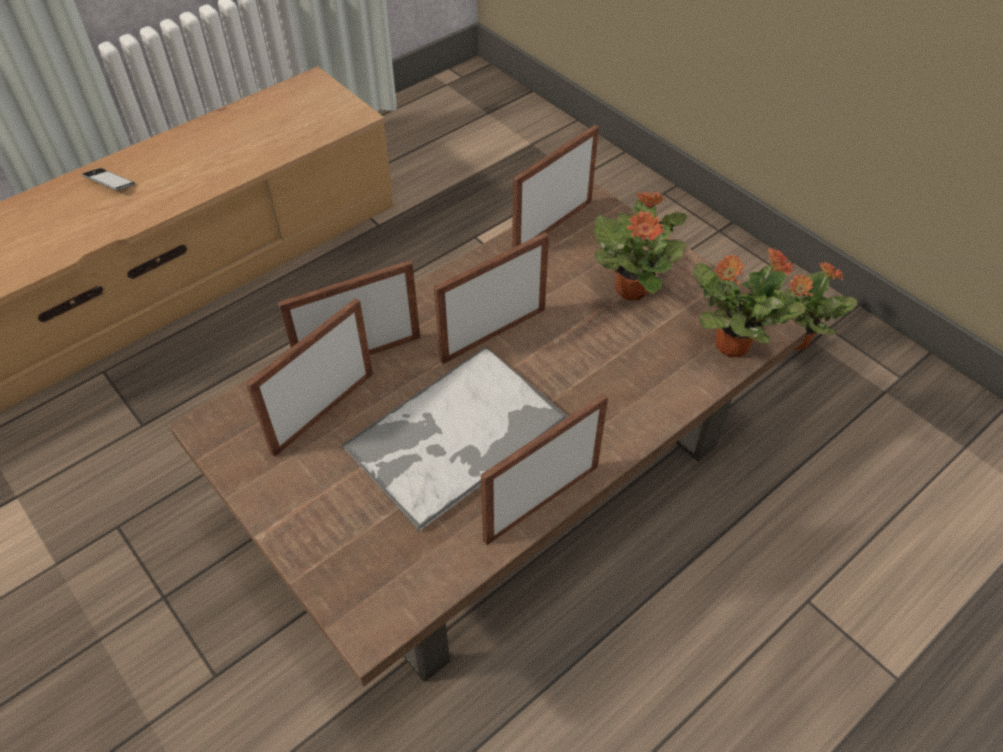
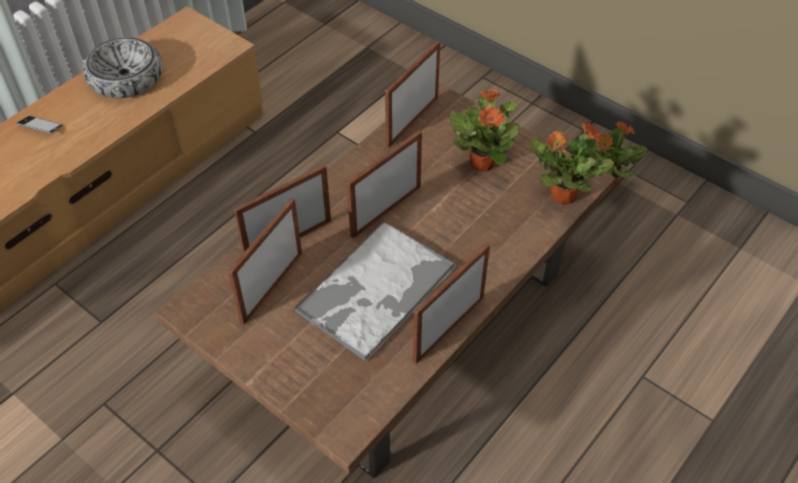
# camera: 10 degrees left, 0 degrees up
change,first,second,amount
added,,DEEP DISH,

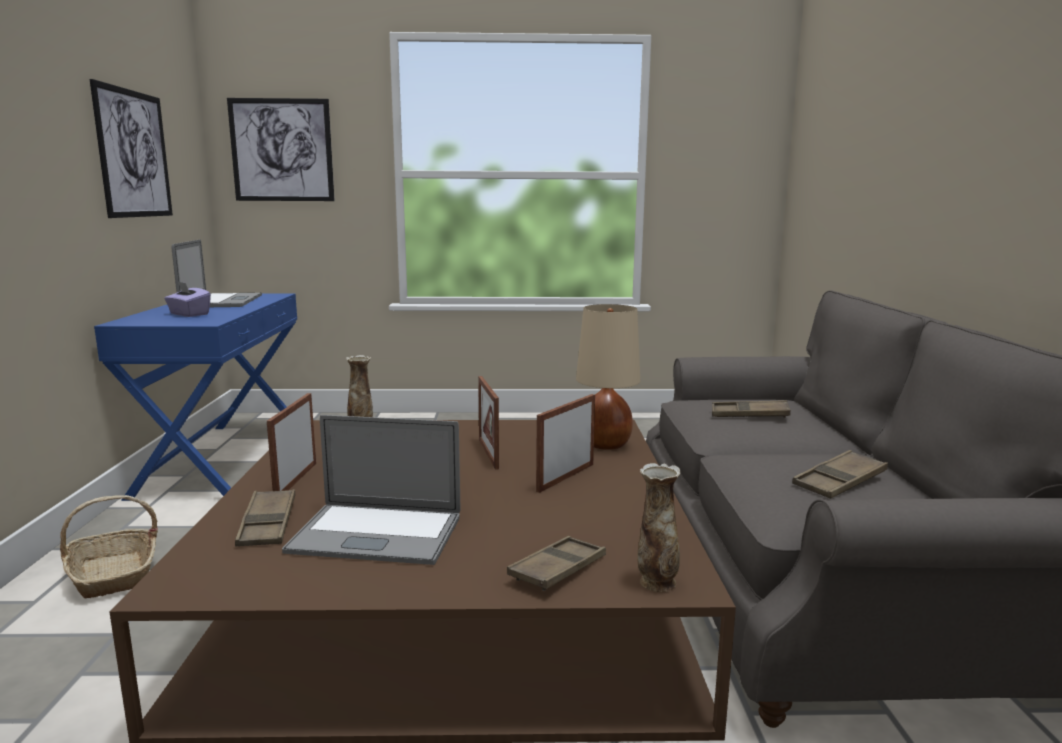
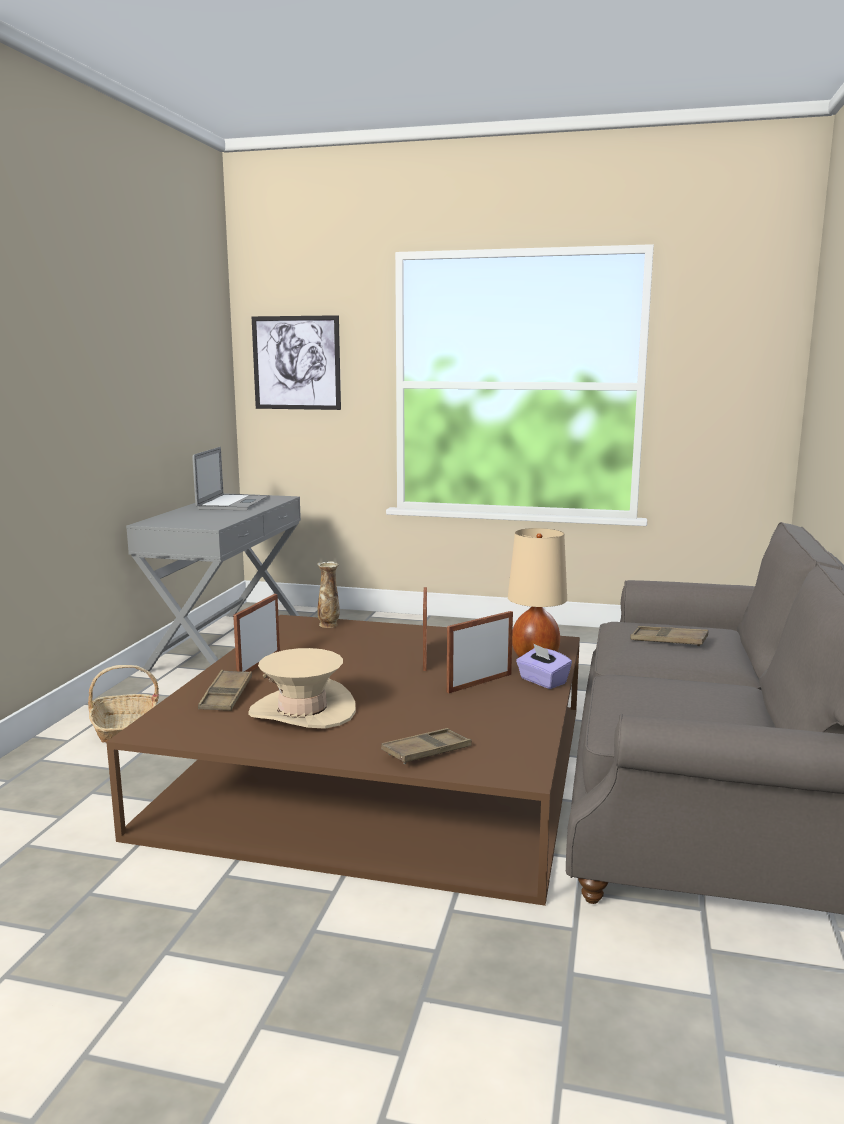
# camera: 15 degrees right, 0 degrees up
change,first,second,amount
removed,WALL ART (1st from left),,
removed,DECORATIVE VASE (2nd from left),,
removed,BROWN SERVING TRAY (4th from left),,
moved,PURPLE-COLOURED TISSUE HOLDER,,
replaced,PORTABLE COMPUTER (2nd from left),SAND-COLOURED HAT,
recoloured,BLUE CONSOLE TABLE,GRAY CONSOLE TABLE,

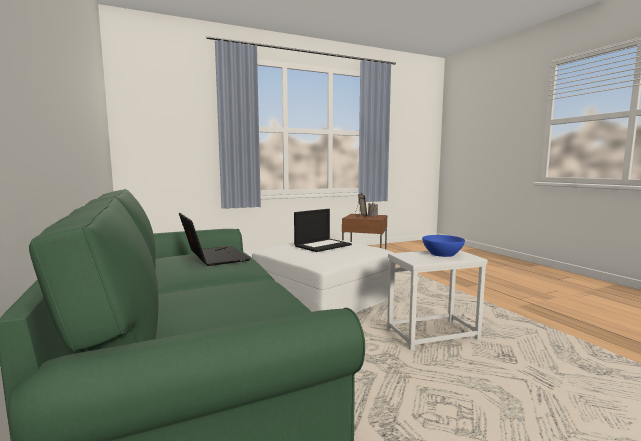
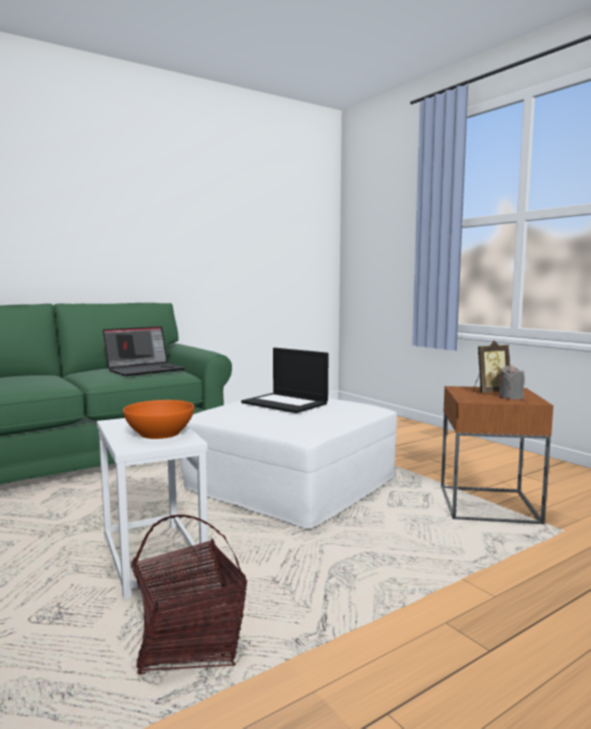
# camera: 80 degrees right, 0 degrees up
change,first,second,amount
added,,STORAGE BASKET,
recoloured,BLUE DEEP DISH,ORANGEY DEEP DISH,

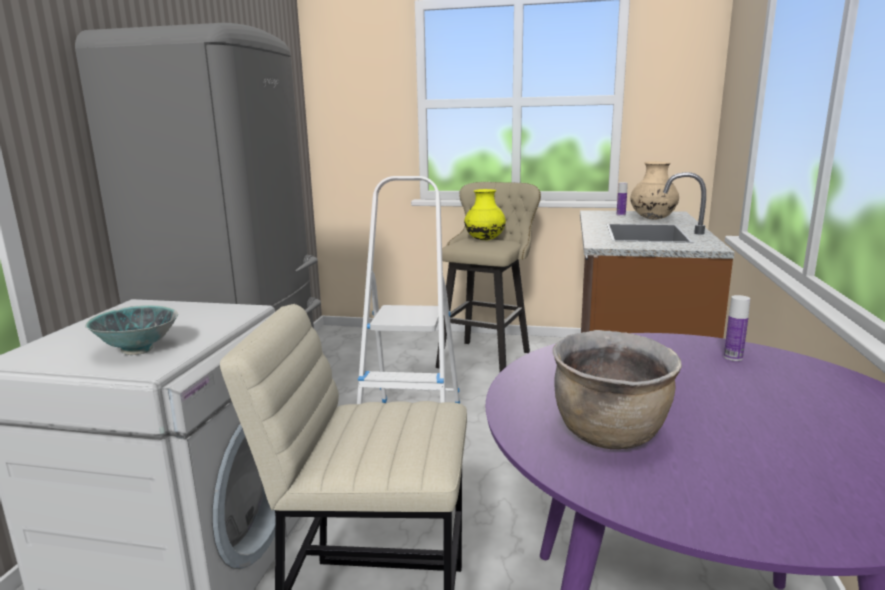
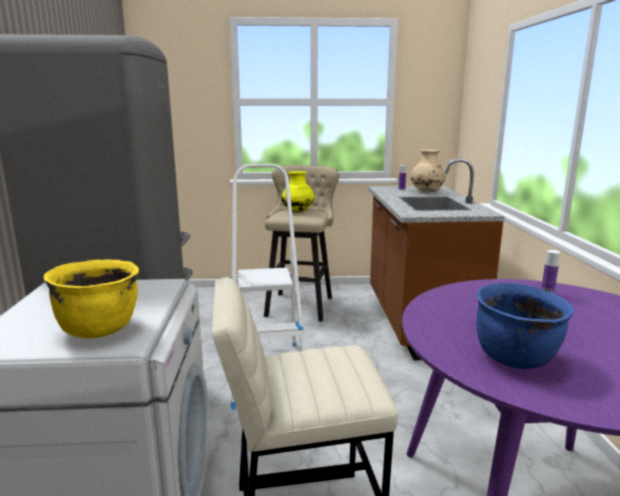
# camera: 15 degrees left, 0 degrees up
change,first,second,amount
replaced,DEEP DISH,YELLOW COOKING POT,
recoloured,BROWN COOKING POT,BLUE COOKING POT,

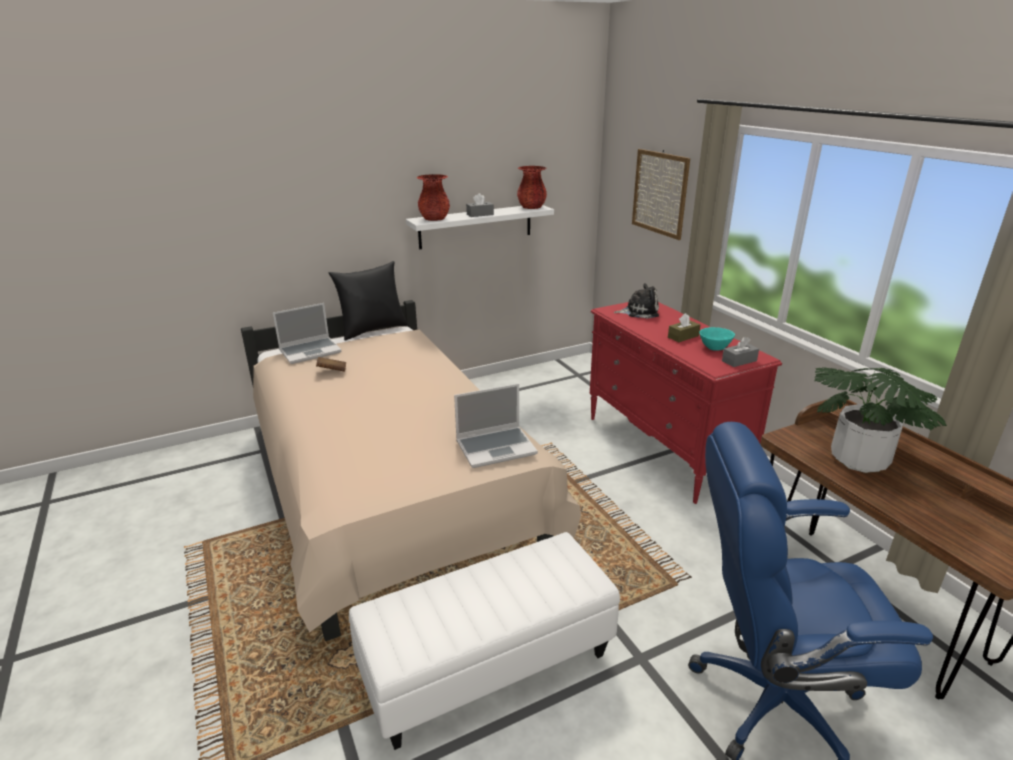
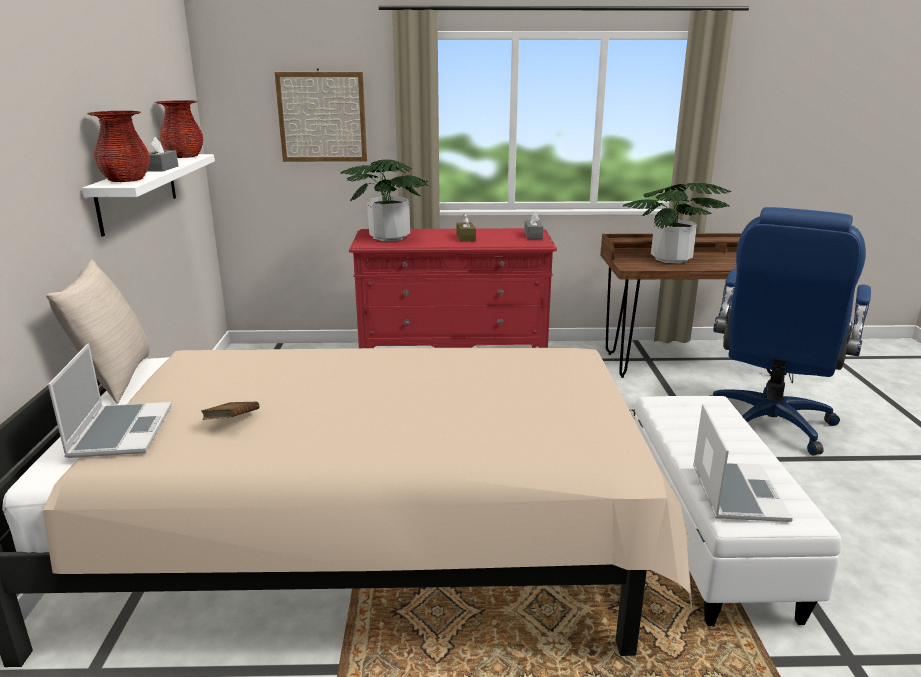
# camera: 65 degrees left, 5 degrees down
change,first,second,amount
removed,TURQUOISE DEEP DISH,,
moved,PORTABLE COMPUTER (2nd from left),,
replaced,PLUSH TOY,HOUSEPLANT (1st from left),
recoloured,BLACK PILLOW,SAND-COLOURED PILLOW,

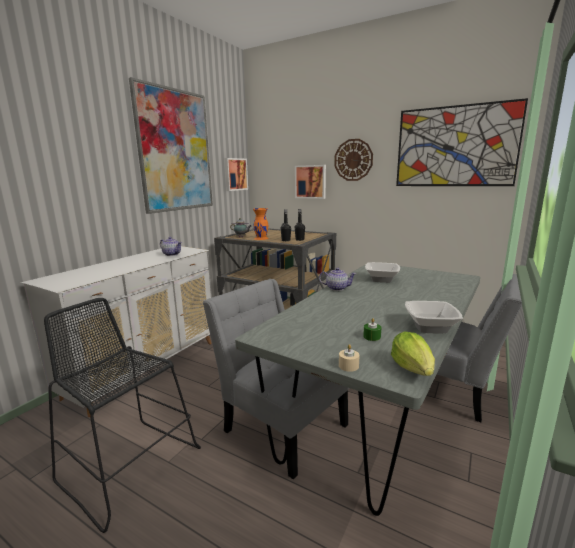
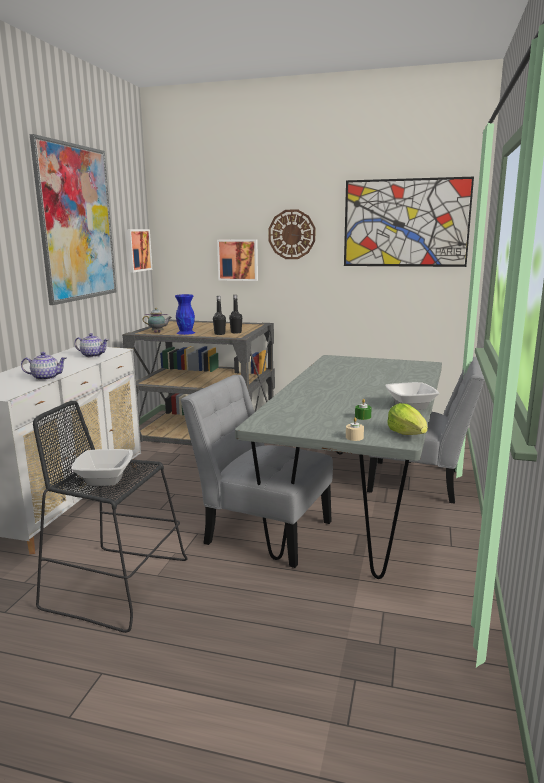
# camera: 15 degrees left, 0 degrees up
change,first,second,amount
moved,TEAPOT (3rd from left in the first image),TEAPOT (1st from left),
moved,DEEP DISH (1st from left),,
recoloured,ORANGEY DECORATIVE VASE,BLUE DECORATIVE VASE,

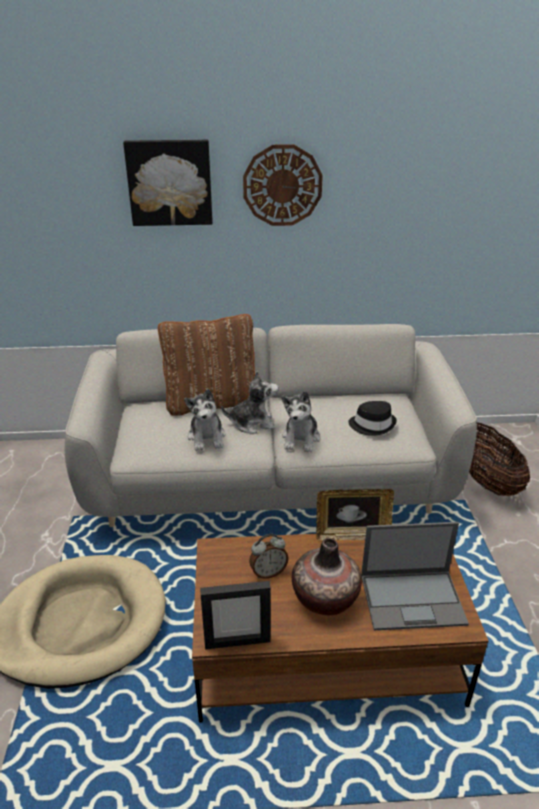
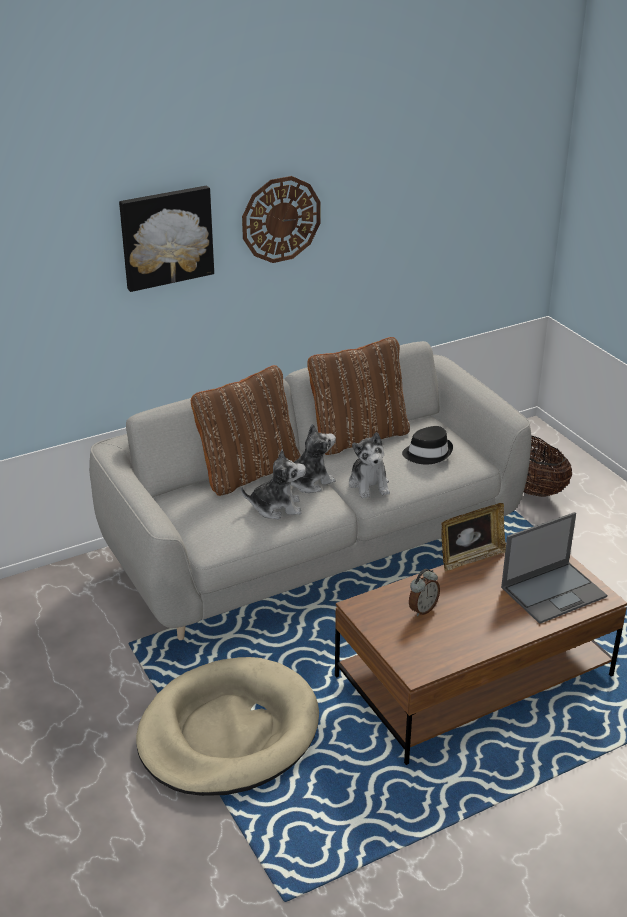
# camera: 25 degrees left, 0 degrees up
change,first,second,amount
removed,PICTURE FRAME (1st from left),,
removed,DECORATIVE VASE,,
added,,BROWN PILLOW (2nd from left),
turned,PLUSH TOY (1st from left),,60 degrees counterclockwise

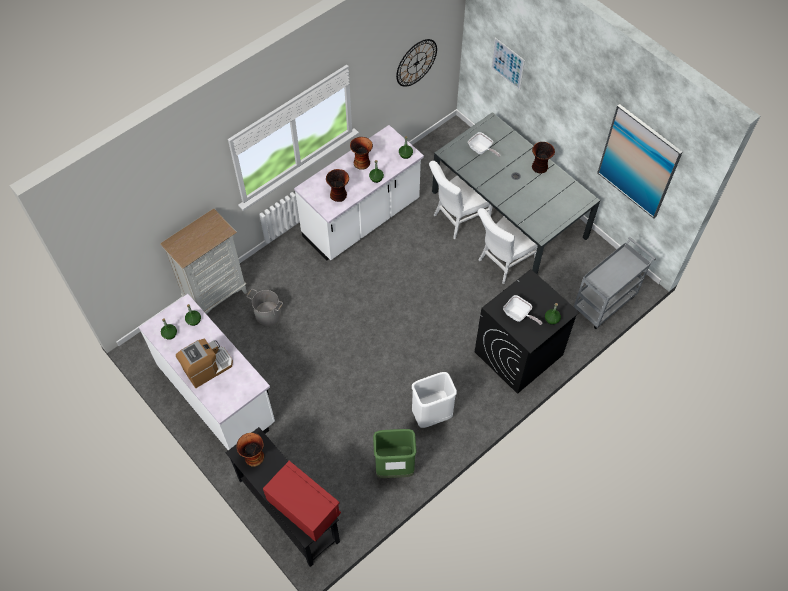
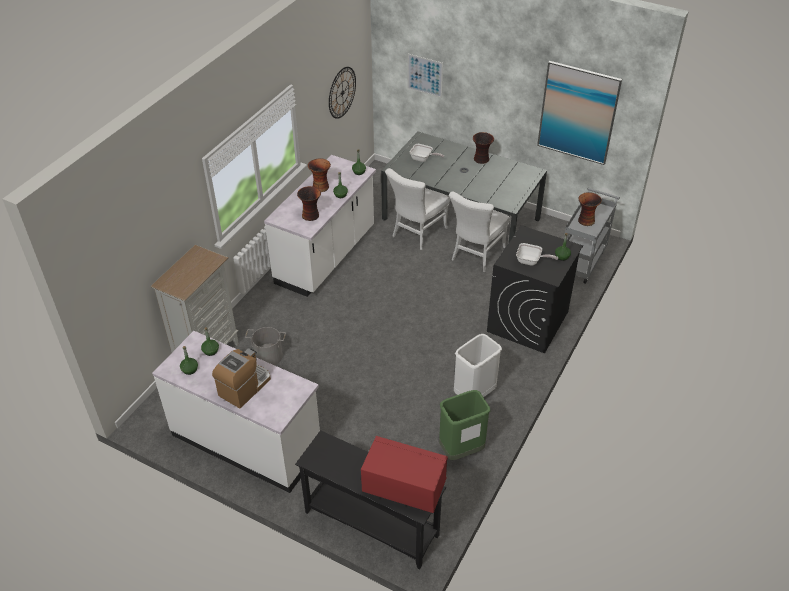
# camera: 20 degrees left, 15 degrees down
change,first,second,amount
moved,DECORATIVE VASE (1st from left in the first image),DECORATIVE VASE (4th from left),

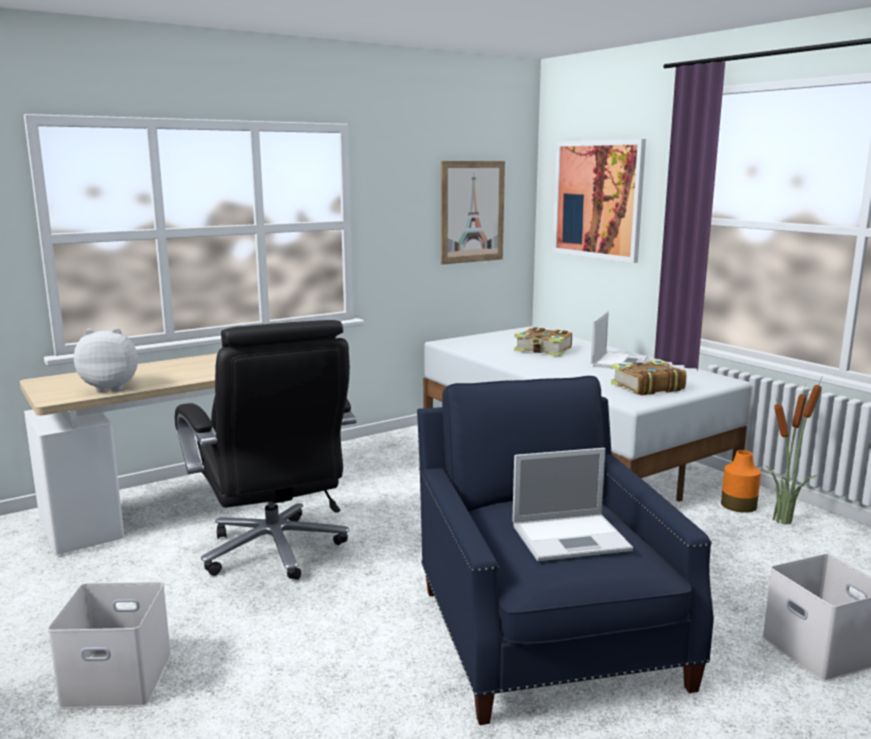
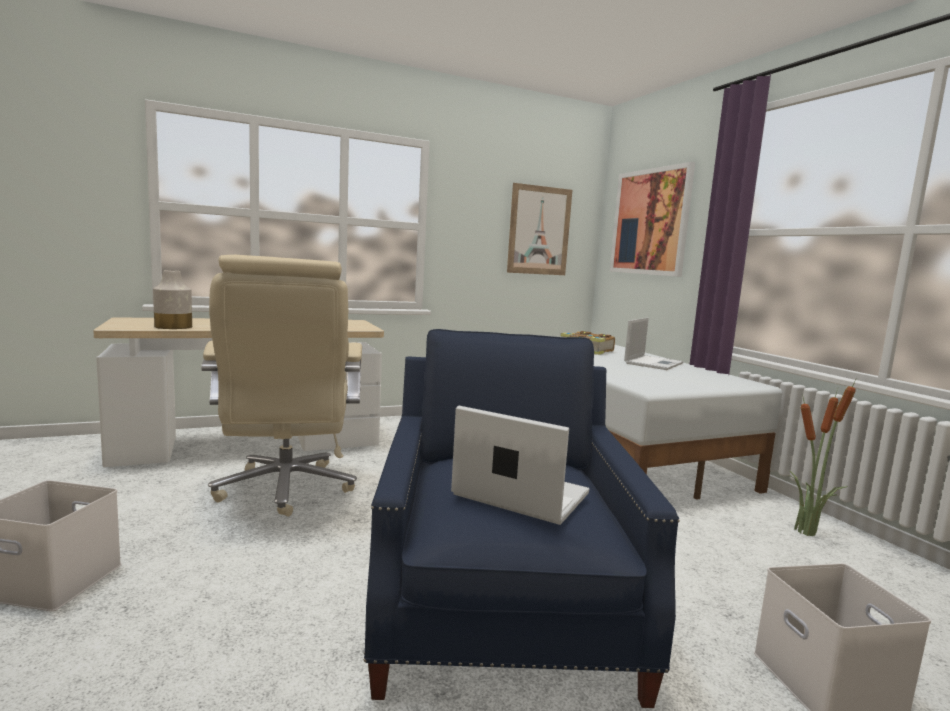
# camera: 10 degrees right, 5 degrees down
change,first,second,amount
removed,BOOK (2nd from left),,
removed,ORANGEY DECORATIVE VASE,,
replaced,PLUSH TOY,SAND-COLOURED DECORATIVE VASE,
recoloured,BLACK DESK CHAIR,SAND-COLOURED DESK CHAIR,
turned,PORTABLE COMPUTER (1st from left),,150 degrees counterclockwise

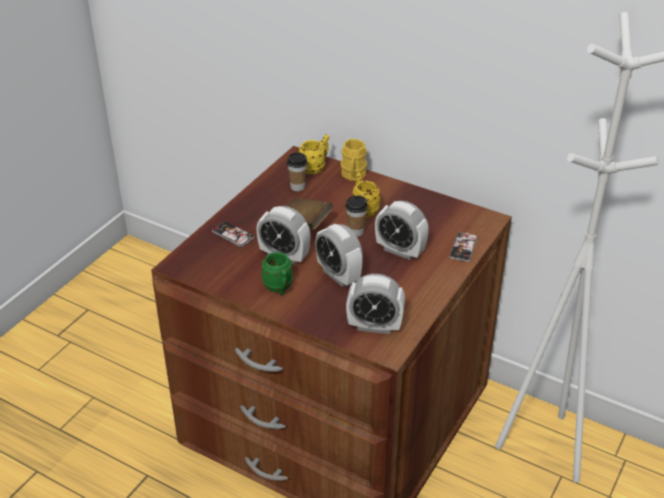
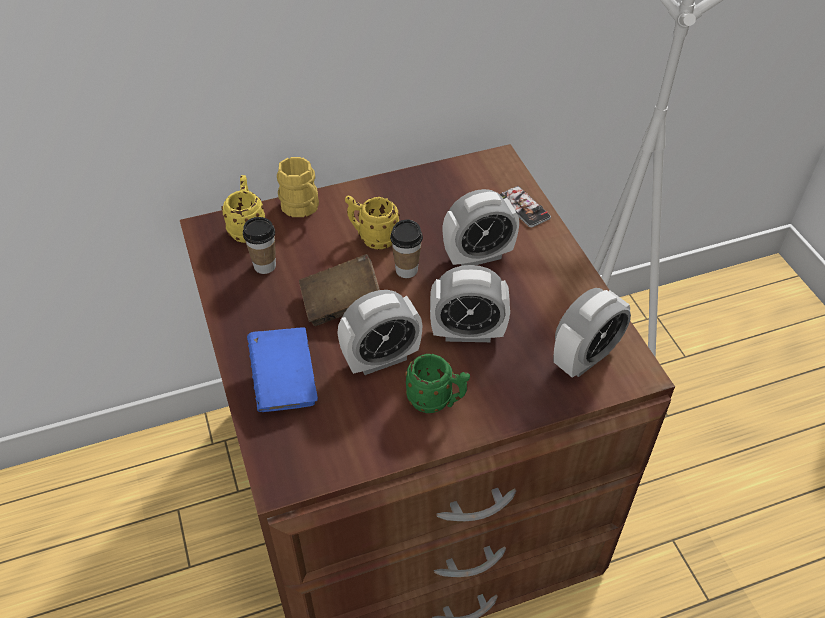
# camera: 50 degrees left, 10 degrees up
change,first,second,amount
replaced,PHONE (1st from left),BLUE BOOK,

